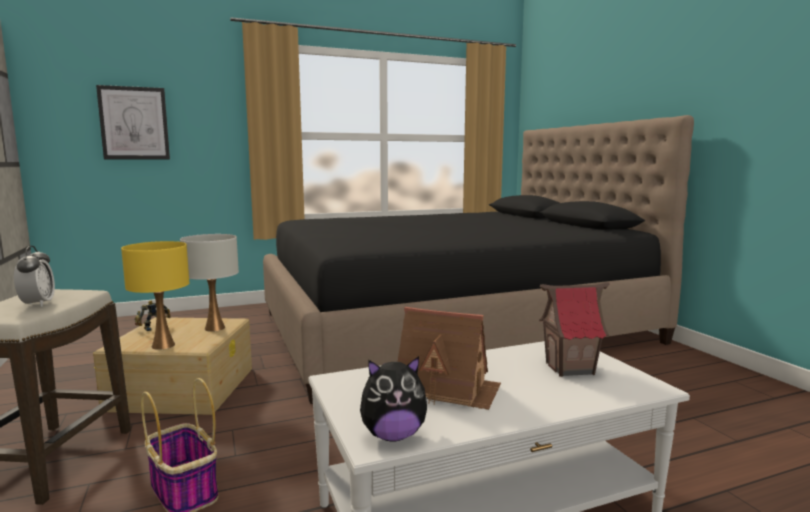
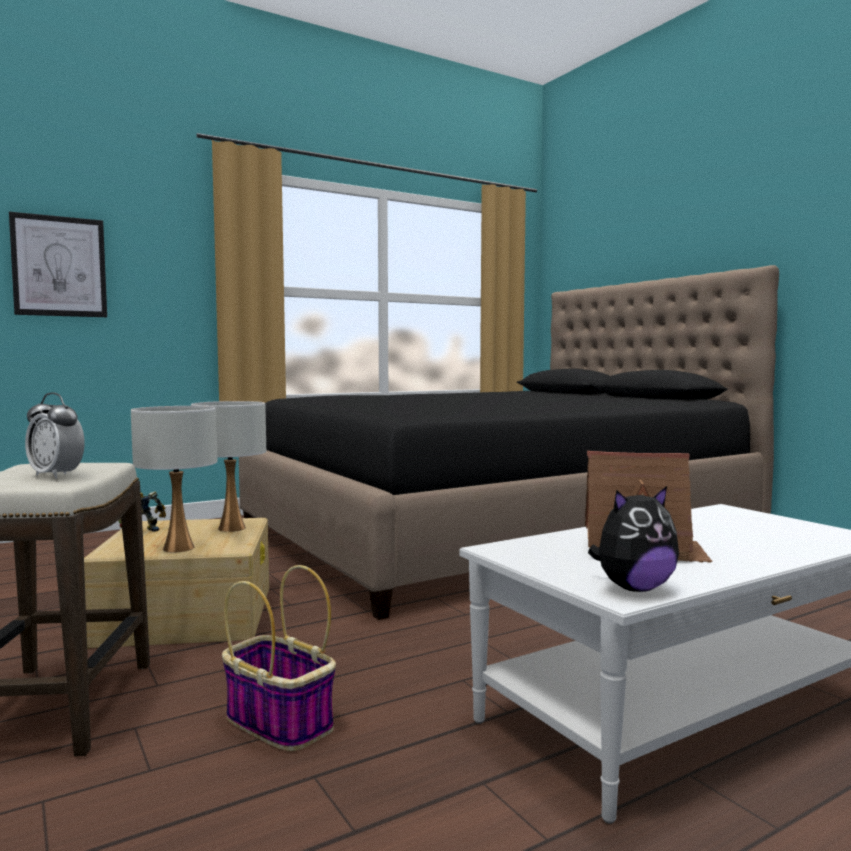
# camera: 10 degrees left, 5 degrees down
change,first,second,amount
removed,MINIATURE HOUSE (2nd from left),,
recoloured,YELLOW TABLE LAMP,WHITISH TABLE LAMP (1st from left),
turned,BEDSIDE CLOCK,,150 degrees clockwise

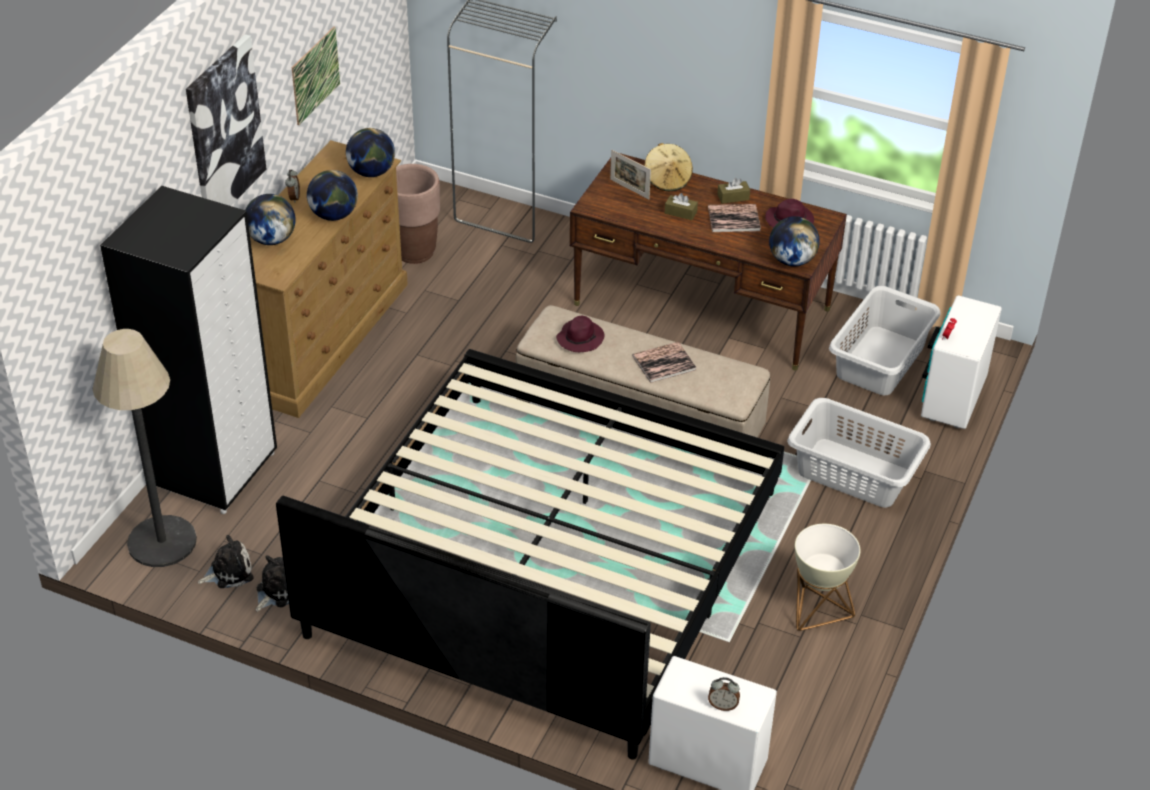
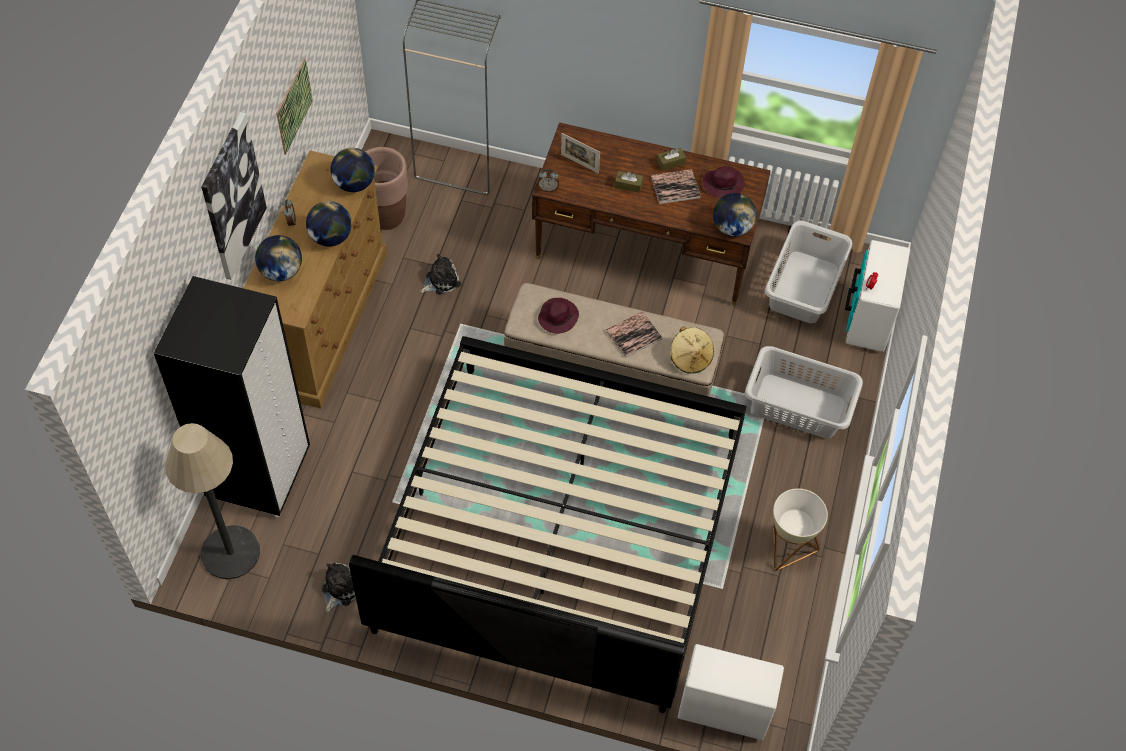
# camera: 10 degrees left, 15 degrees up
change,first,second,amount
moved,PLUSH TOY (1st from left in the first image),PLUSH TOY (2nd from left),
moved,SAND-COLOURED HAT,,
moved,BEDSIDE CLOCK (2nd from left),,

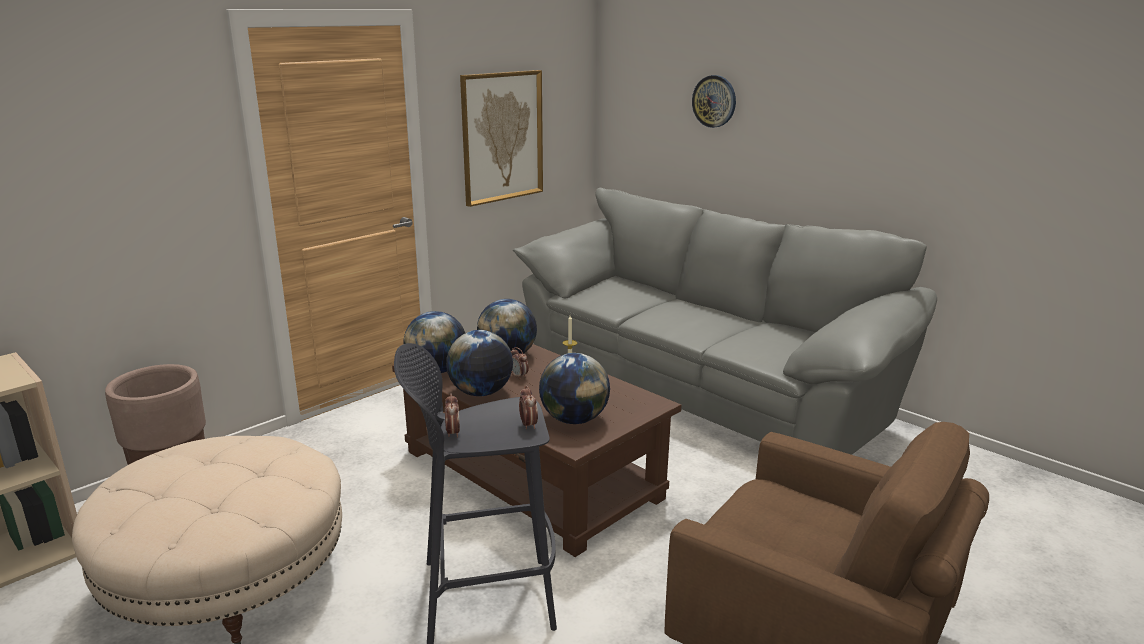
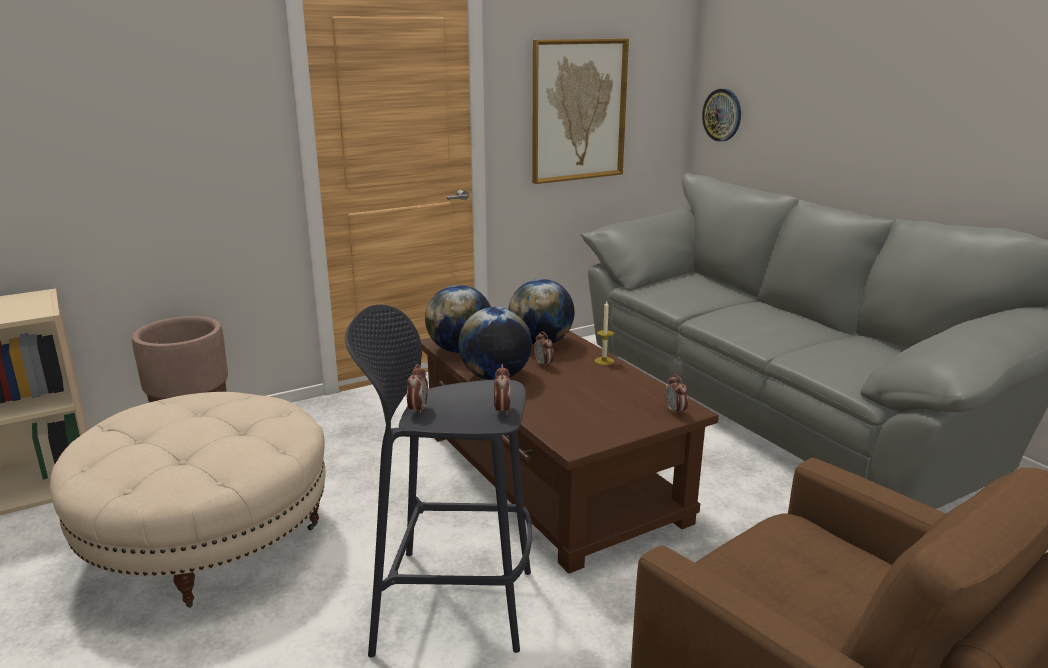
# camera: 15 degrees right, 0 degrees up
change,first,second,amount
removed,GLOBE (4th from left),,
added,,BEDSIDE CLOCK (4th from left),
moved,CLOCK ON THE WALL,,

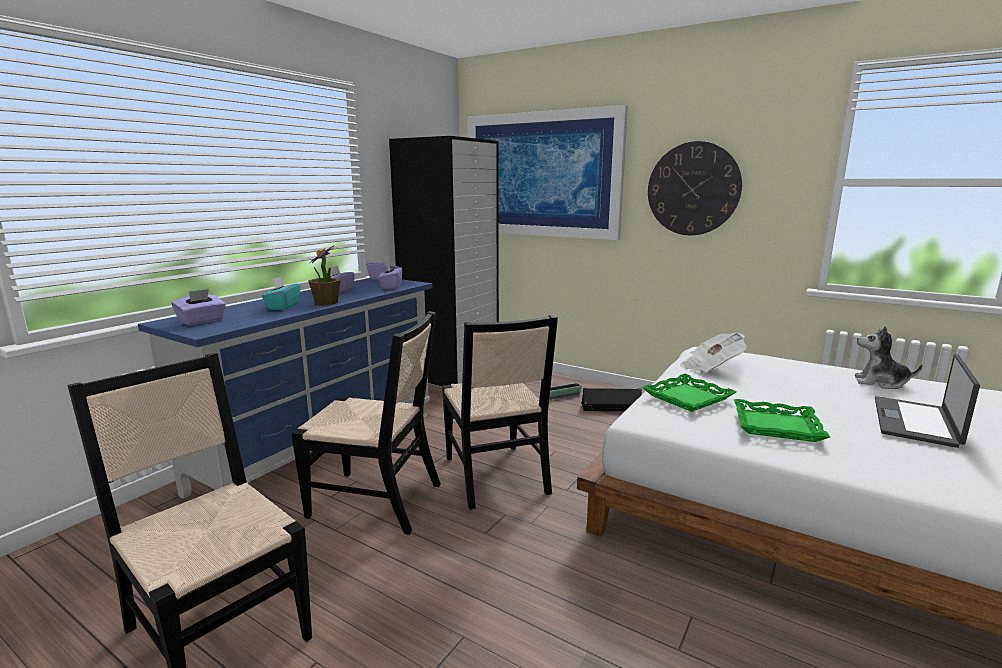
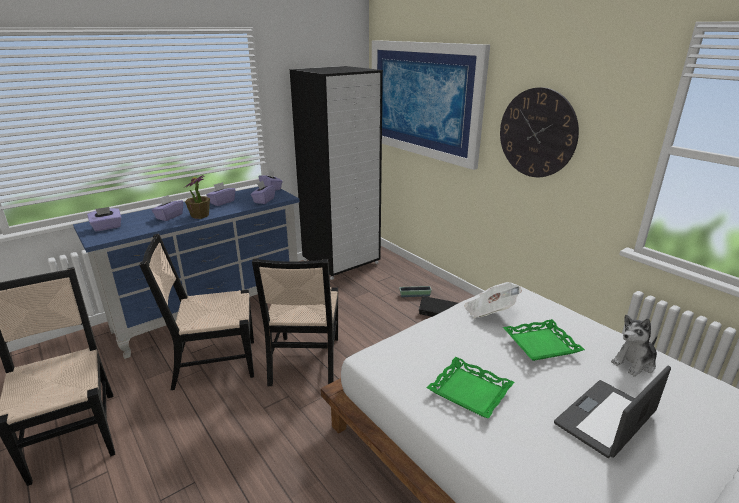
# camera: 20 degrees right, 10 degrees up
change,first,second,amount
moved,GREENISH SERVING TRAY (1st from left in the first image),GREENISH SERVING TRAY (2nd from left),
recoloured,TURQUOISE TISSUE HOLDER,PURPLE-COLOURED TISSUE HOLDER (2nd from left),
turned,CHAIR (2nd from left),,135 degrees clockwise
turned,PLUSH TOY,,75 degrees counterclockwise

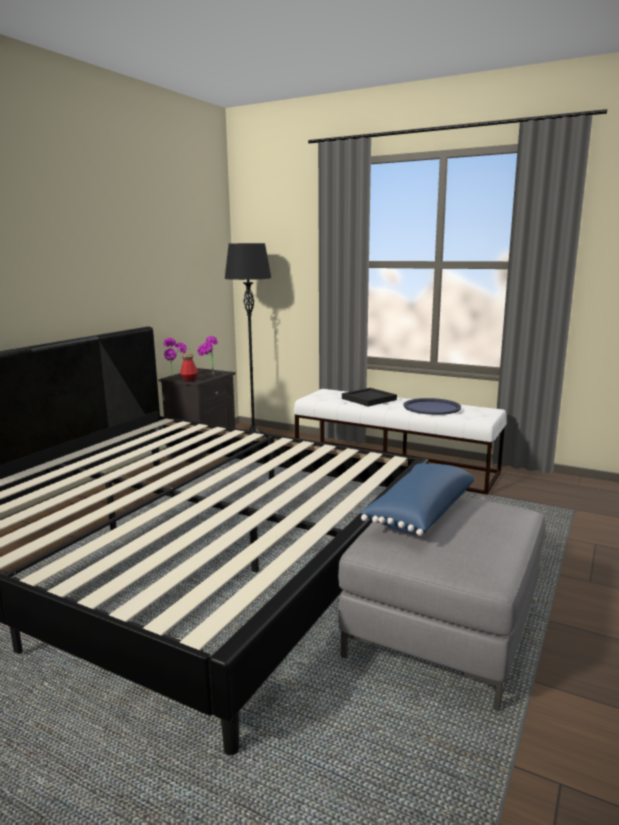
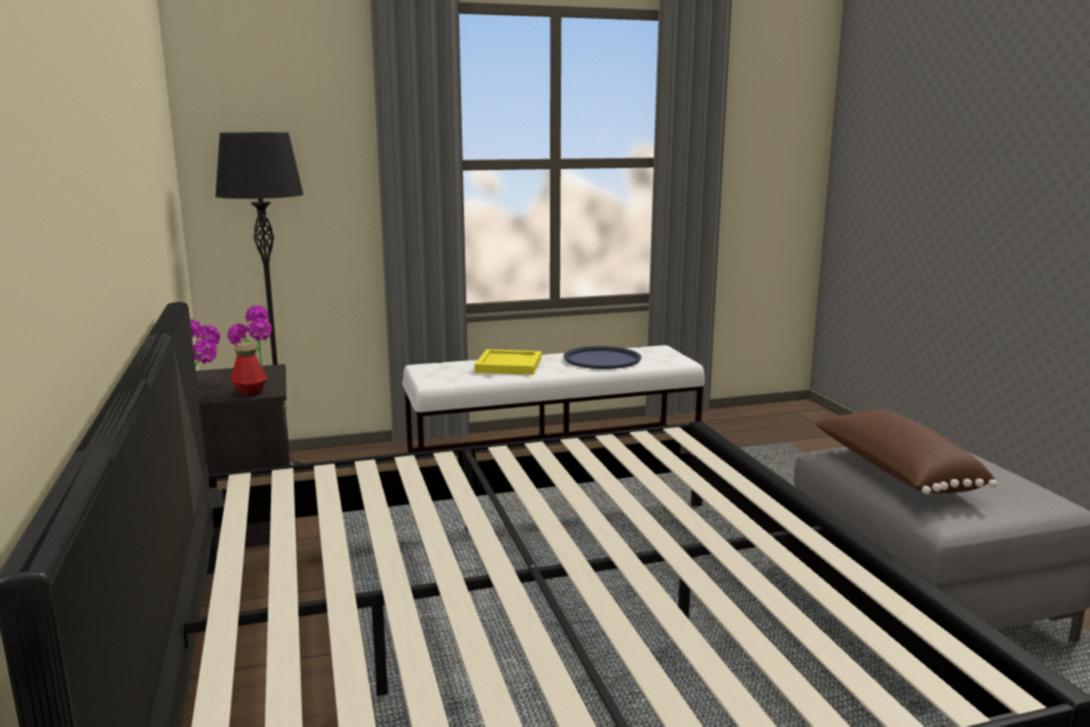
# camera: 45 degrees left, 0 degrees up
change,first,second,amount
recoloured,BLACK SERVING TRAY,YELLOW SERVING TRAY,
recoloured,BLUE PILLOW,BROWN PILLOW,

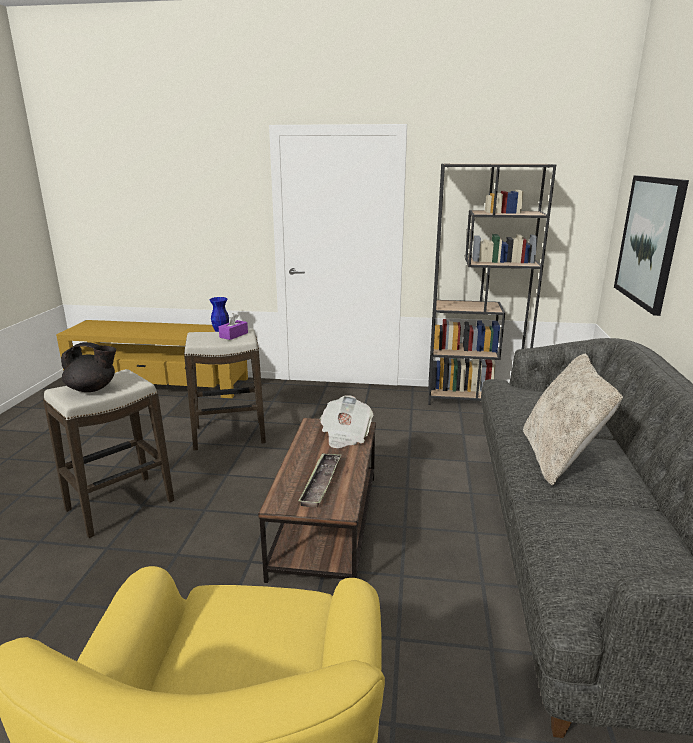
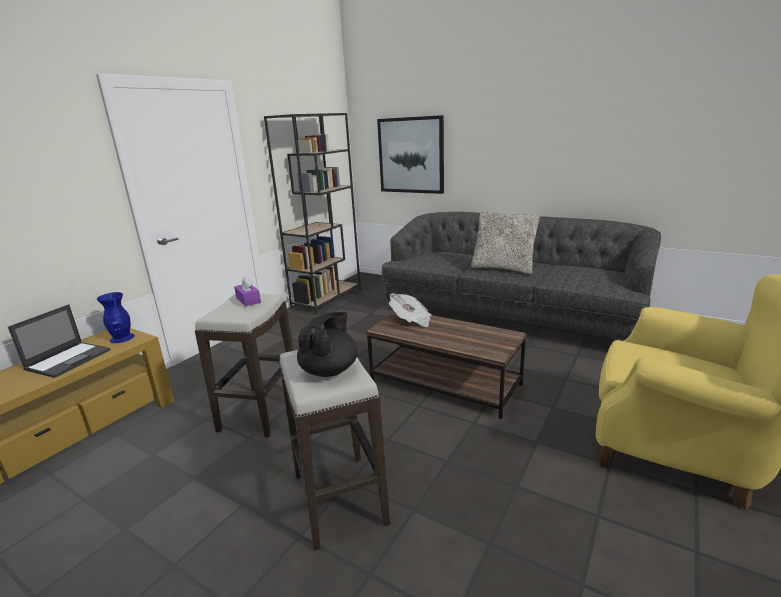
# camera: 65 degrees left, 0 degrees up
change,first,second,amount
removed,SERVING TRAY,,
added,,PORTABLE COMPUTER,

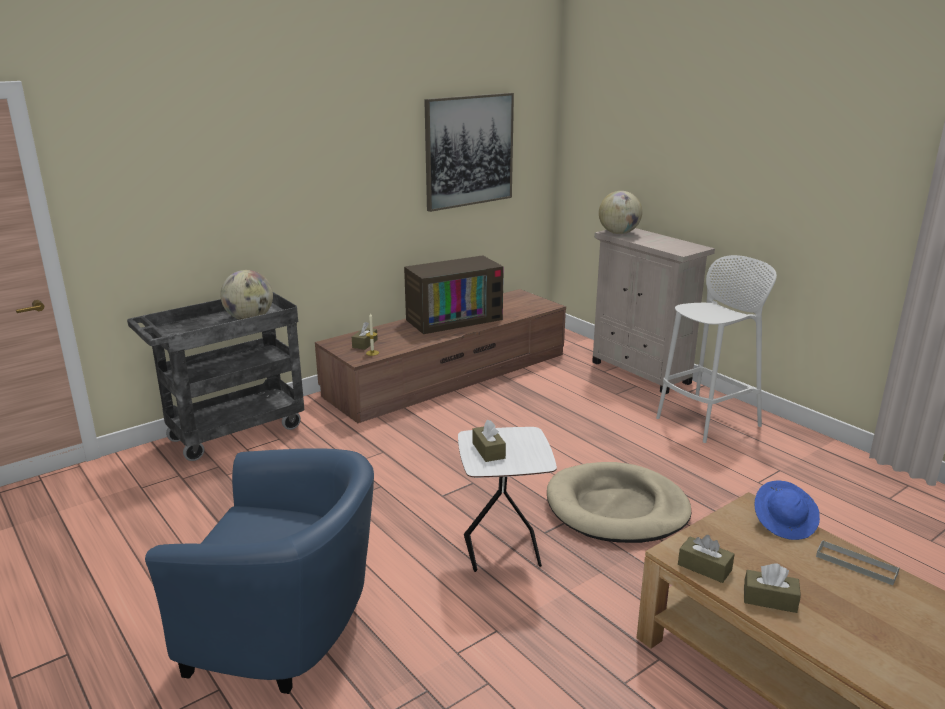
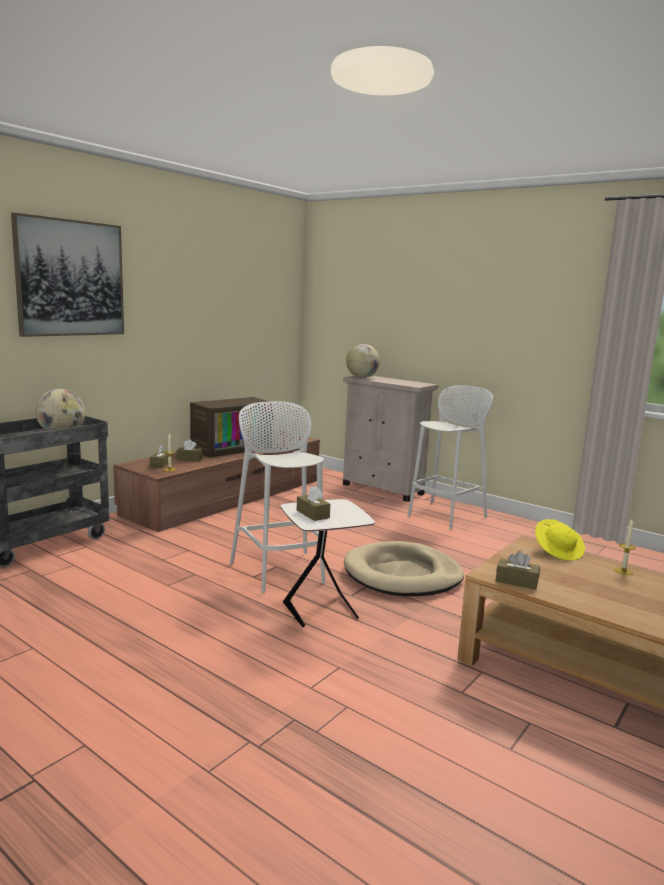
# camera: 15 degrees left, 10 degrees down
change,first,second,amount
removed,BLUE EASY CHAIR,,
added,,WHITISH SITTING STOOL (1st from left),
moved,WALL ART,,
moved,BROWN TISSUE HOLDER (4th from left in the first image),BROWN TISSUE HOLDER (2nd from left),
replaced,GRAY SERVING TRAY,WAX CANDLE (2nd from left),
recoloured,BLUE HAT,YELLOW HAT,

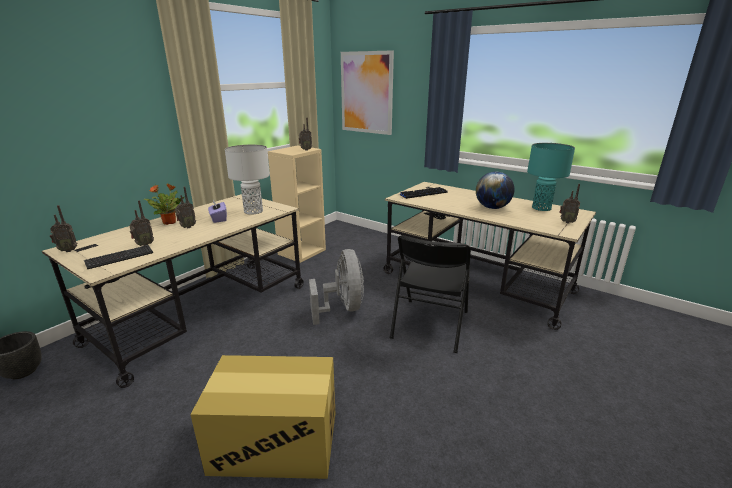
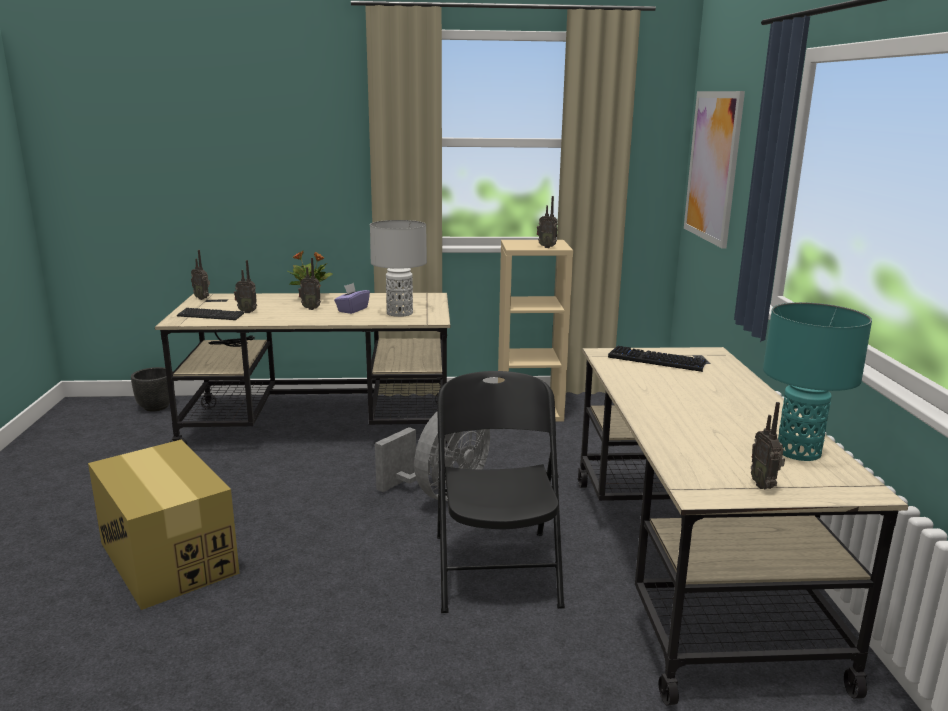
# camera: 50 degrees right, 5 degrees down
change,first,second,amount
removed,GLOBE,,
turned,BLACK CHAIR,,105 degrees clockwise

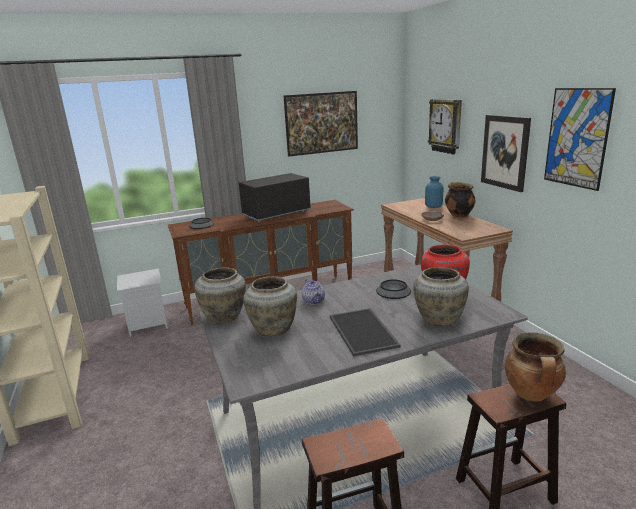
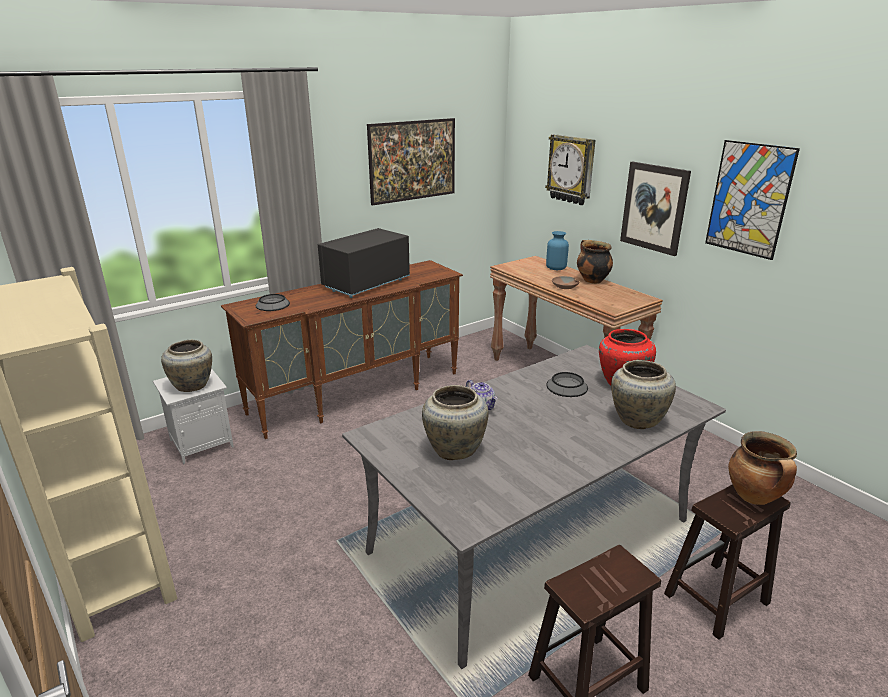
# camera: 15 degrees left, 5 degrees up
change,first,second,amount
removed,SERVING TRAY,,
moved,SAND-COLOURED DECORATIVE VASE (1st from left),,

